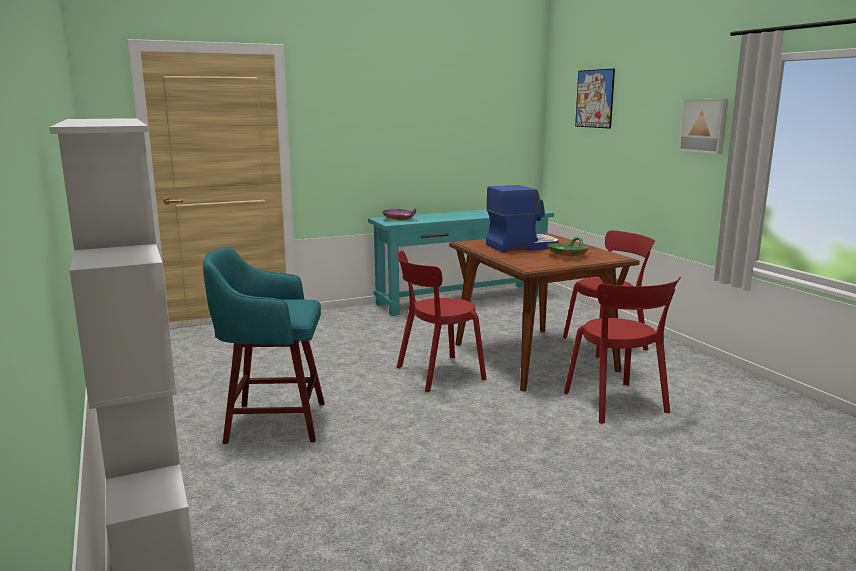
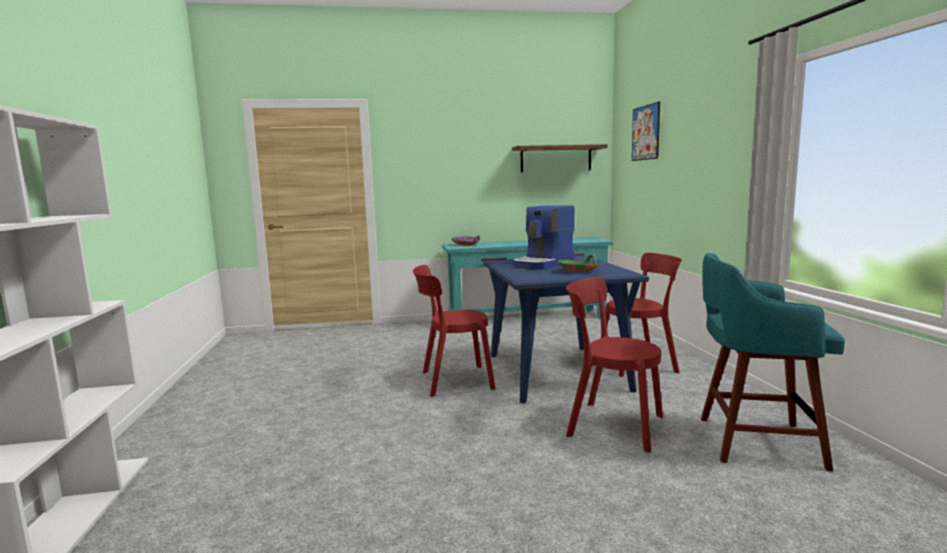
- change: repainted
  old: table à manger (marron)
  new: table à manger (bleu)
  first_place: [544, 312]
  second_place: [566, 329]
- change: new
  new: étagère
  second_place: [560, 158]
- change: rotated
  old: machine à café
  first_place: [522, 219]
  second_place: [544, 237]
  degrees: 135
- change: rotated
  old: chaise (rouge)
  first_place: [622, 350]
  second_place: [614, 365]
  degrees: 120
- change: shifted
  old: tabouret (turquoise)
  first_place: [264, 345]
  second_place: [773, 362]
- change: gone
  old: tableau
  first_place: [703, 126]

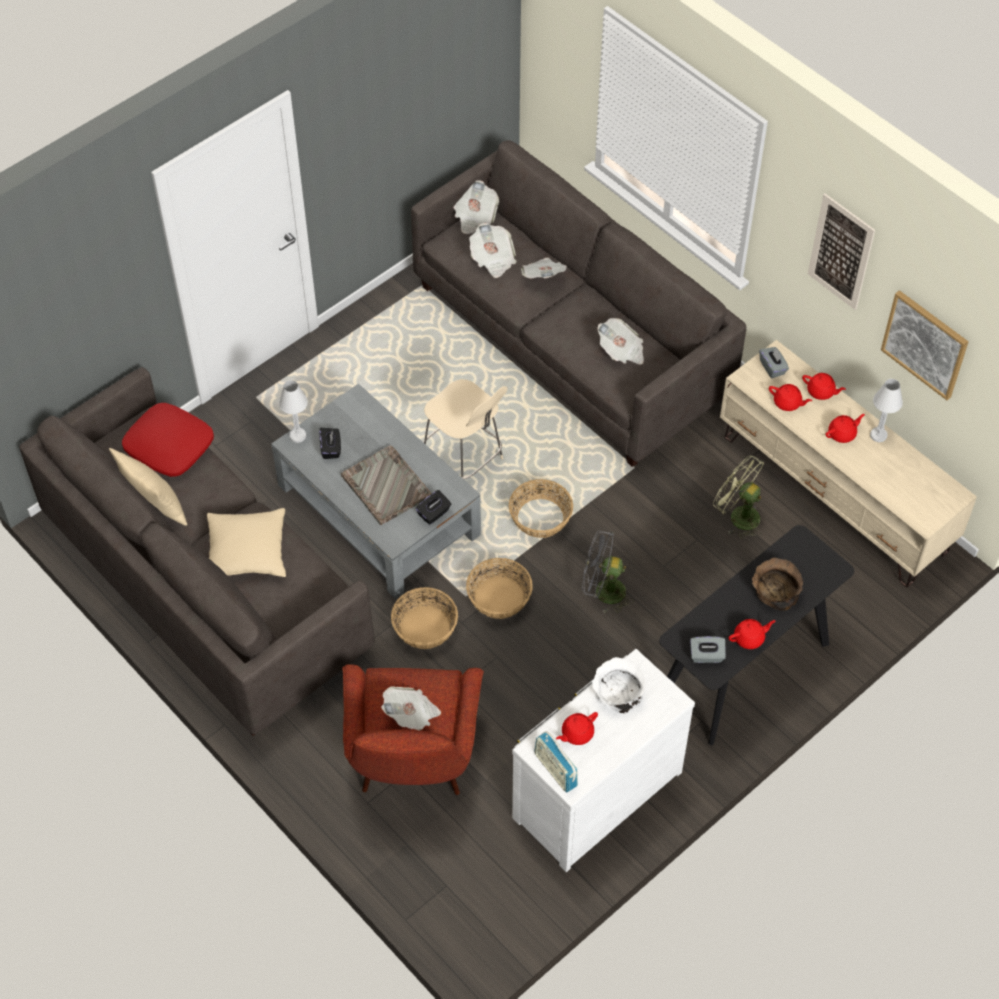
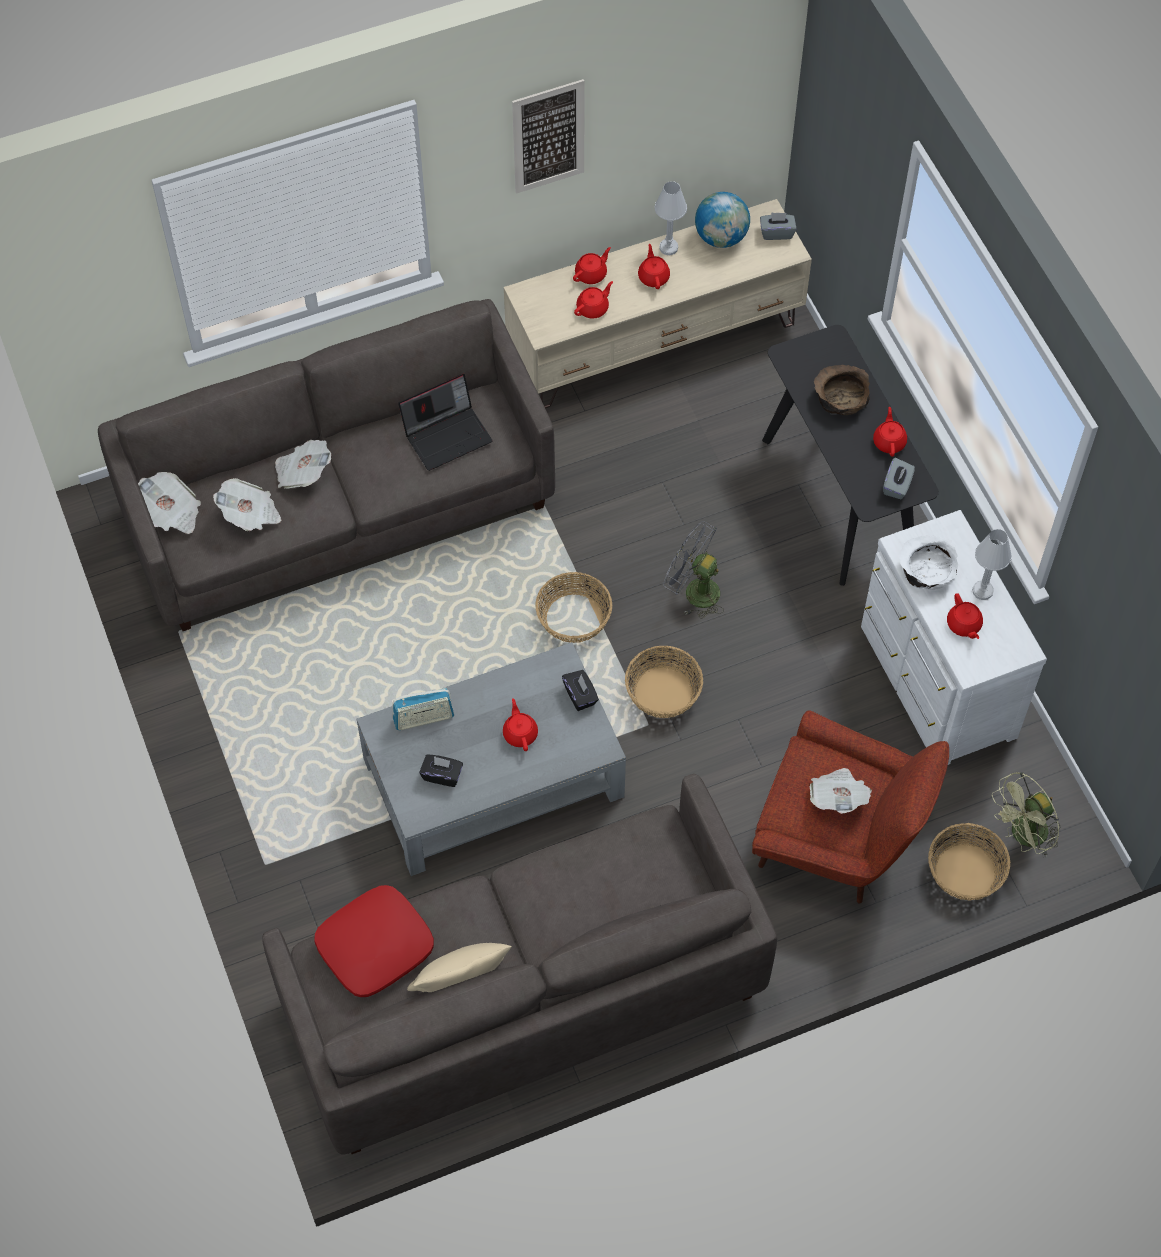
- change: shifted
  old: radio
  first_place: [556, 762]
  second_place: [423, 709]
- change: swapped
  old: journal
  new: ordinateur portable
  first_place: [620, 341]
  second_place: [445, 422]
- change: swapped
  old: plateau (gris)
  new: théière (rouge)
  first_place: [386, 485]
  second_place: [520, 724]
- change: rotated
  old: ventilateur (gris)
  first_place: [608, 571]
  second_place: [693, 570]
  degrees: 90
- change: new
  new: globe
  second_place: [722, 220]
- change: shifted
  old: boîte à mouchoirs (gris)
  first_place: [774, 362]
  second_place: [778, 226]
- change: shifted
  old: panier
  first_place: [424, 618]
  second_place: [969, 862]
- change: shifted
  old: lampe de table (blanc)
  first_place: [293, 411]
  second_place: [992, 564]
- change: shifted
  old: ventilateur (vert)
  first_place: [738, 497]
  second_place: [1026, 814]
- change: gone
  old: coussin (beige)
  first_place: [246, 542]
- change: gone
  old: tabouret (beige)
  first_place: [465, 429]
- change: gone
  old: tableau
  first_place: [924, 345]

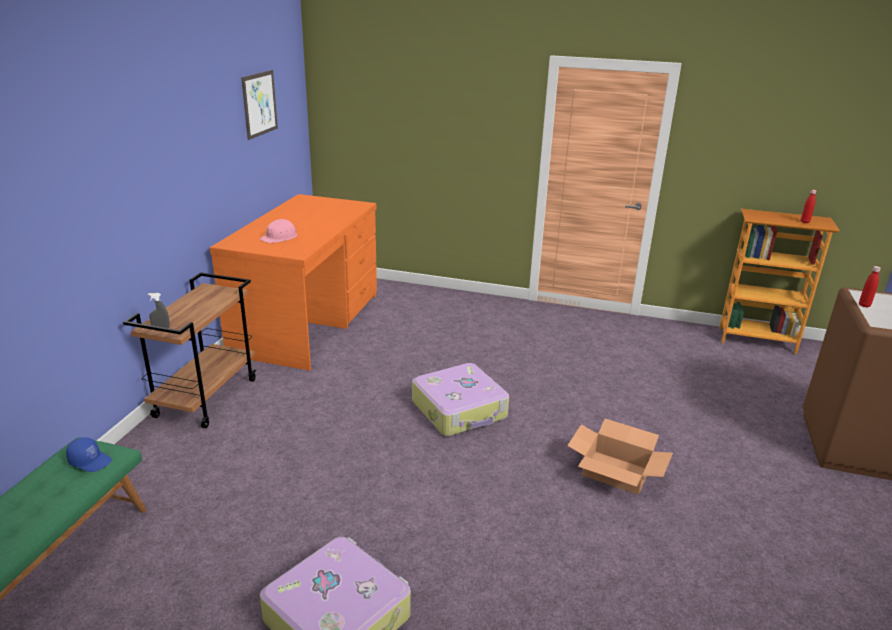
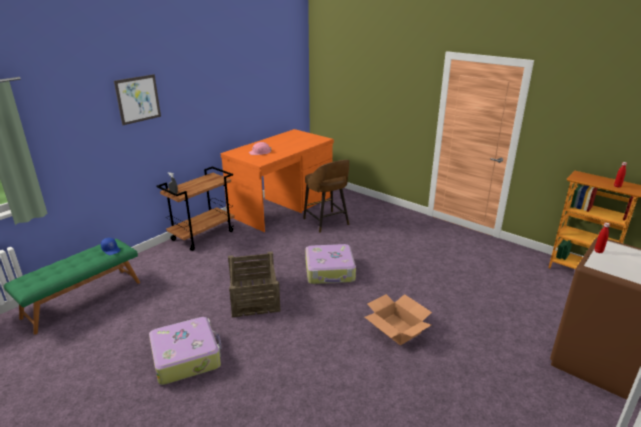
- change: shifted
  old: tableau
  first_place: [259, 105]
  second_place: [137, 99]
- change: new
  new: caisse
  second_place: [254, 284]
- change: new
  new: tabouret (marron)
  second_place: [326, 196]

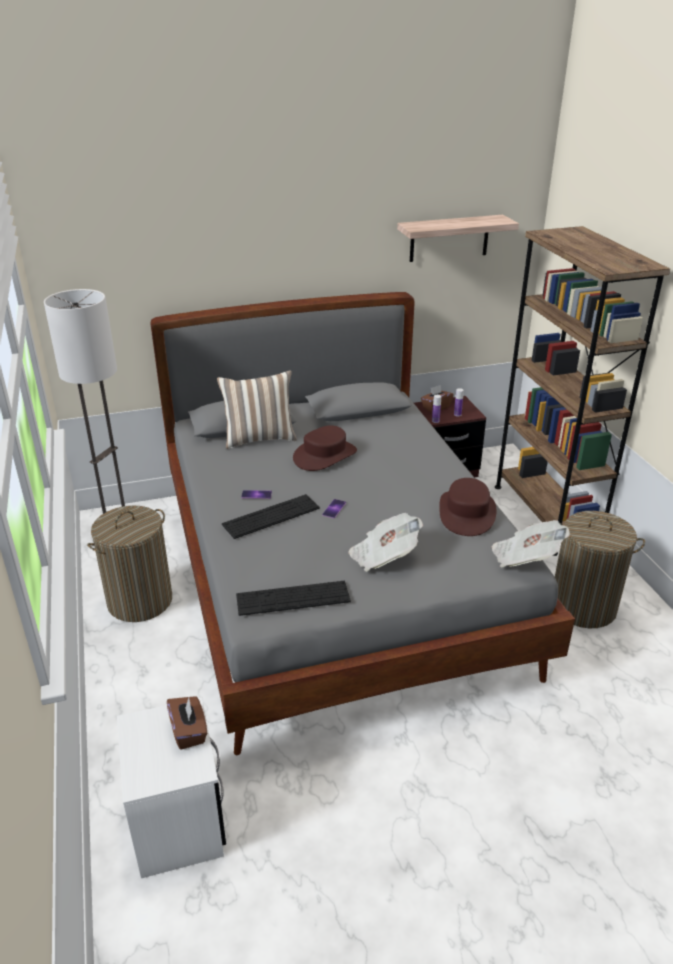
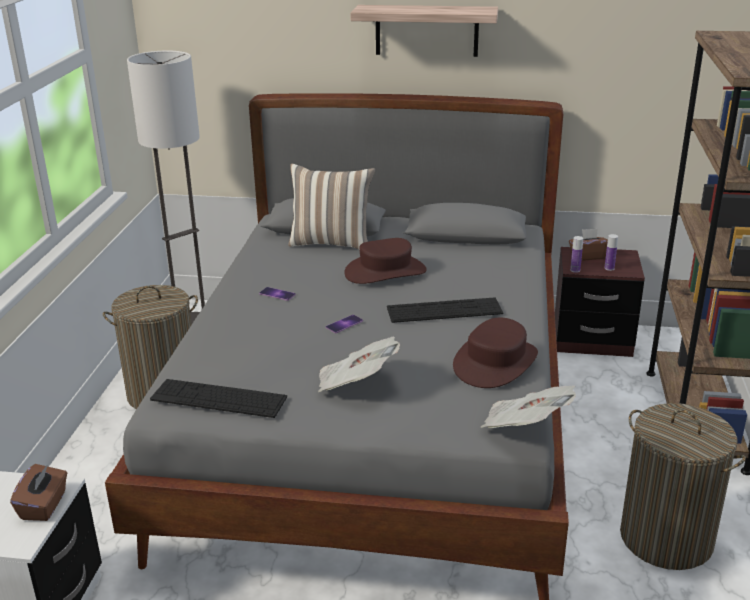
- change: shifted
  old: étagère
  first_place: [458, 238]
  second_place: [424, 31]
- change: shifted
  old: clavier
  first_place: [271, 516]
  second_place: [445, 310]

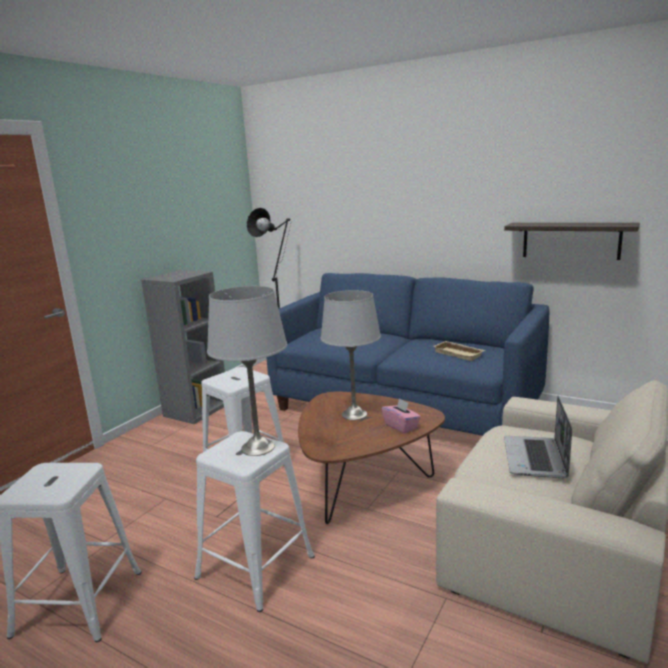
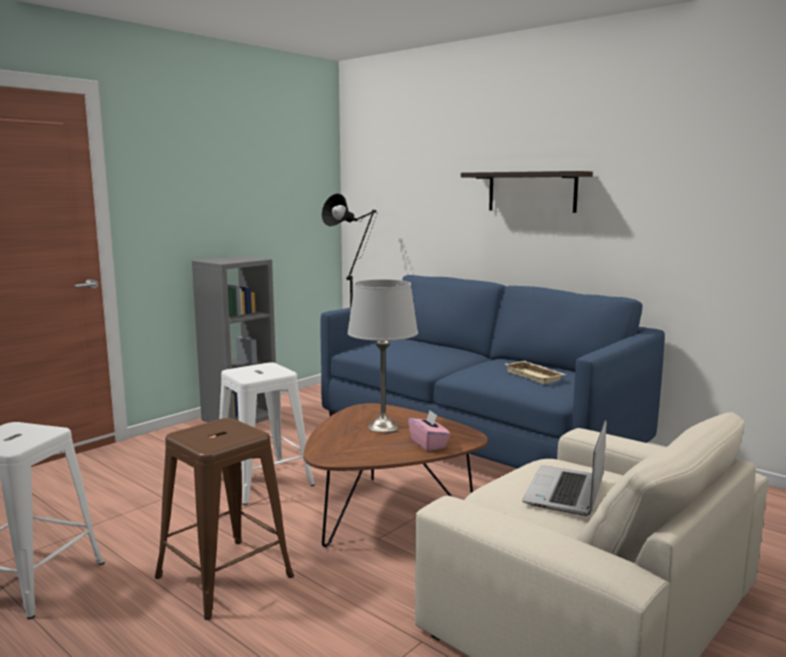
- change: repainted
  old: tabouret (blanc)
  new: tabouret (marron)
  first_place: [254, 521]
  second_place: [224, 519]
- change: shifted
  old: étagère
  first_place: [572, 241]
  second_place: [527, 192]
- change: gone
  old: lampe de table (gris)
  first_place: [247, 371]

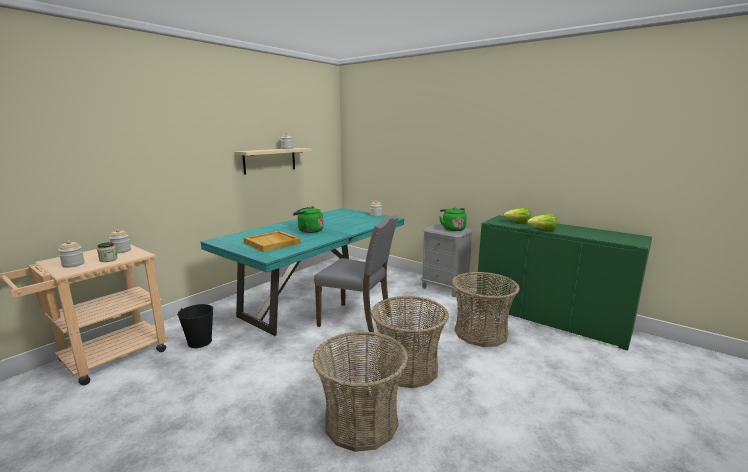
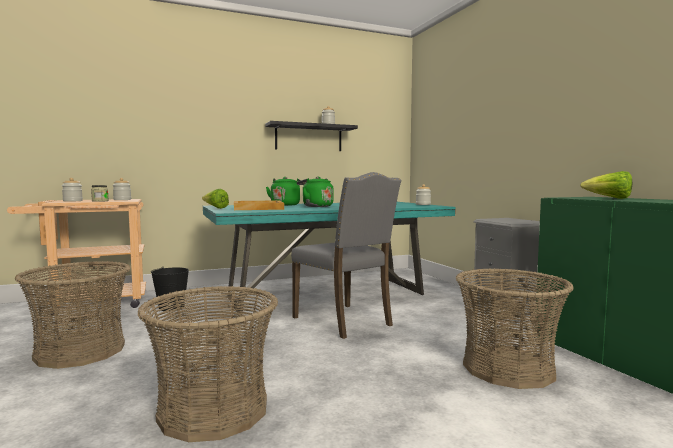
- change: shifted
  old: panier
  first_place: [410, 342]
  second_place: [72, 315]
- change: shifted
  old: laitue
  first_place: [542, 222]
  second_place: [215, 199]
- change: repainted
  old: étagère (beige)
  new: étagère (noir)
  first_place: [273, 161]
  second_place: [311, 136]
- change: shifted
  old: bouilloire (vert)
  first_place: [453, 219]
  second_place: [283, 191]

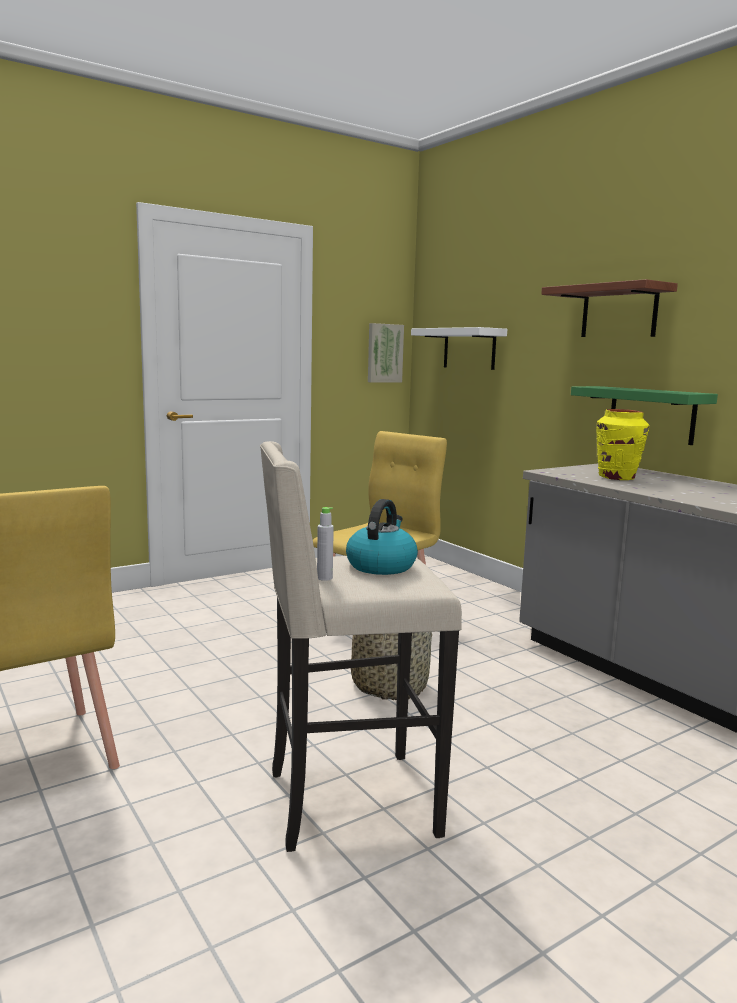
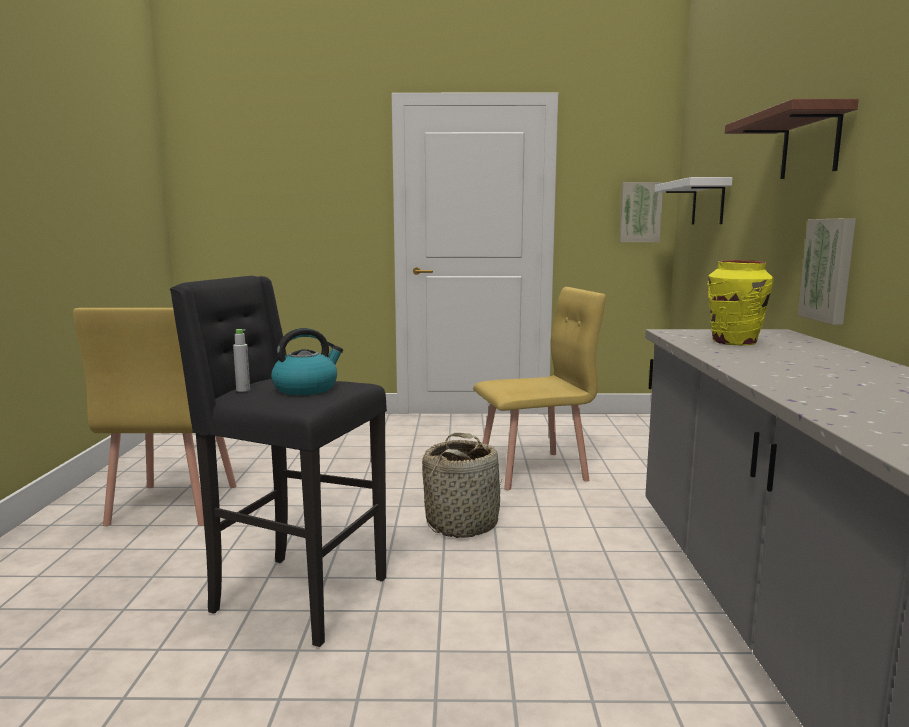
- change: repainted
  old: tabouret (beige)
  new: tabouret (noir)
  first_place: [361, 646]
  second_place: [278, 461]
- change: swapped
  old: étagère (vert)
  new: tableau
  first_place: [644, 415]
  second_place: [827, 271]

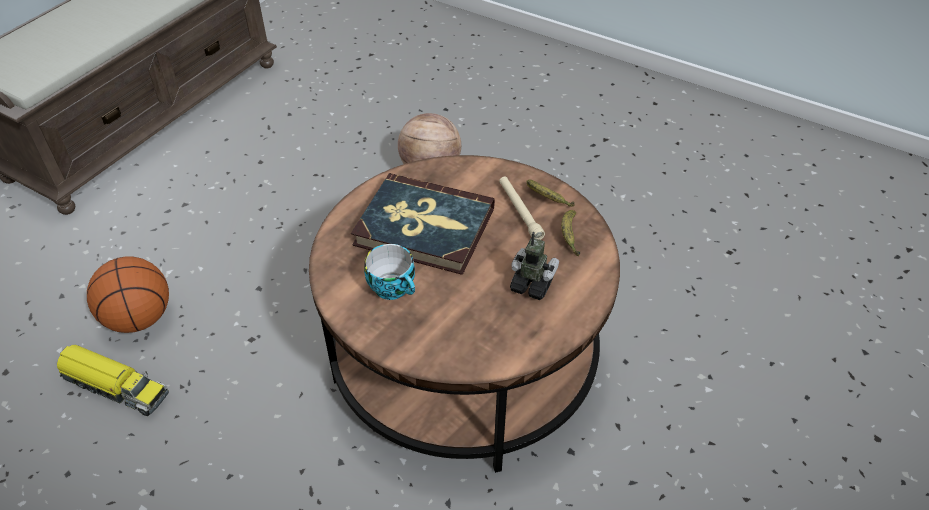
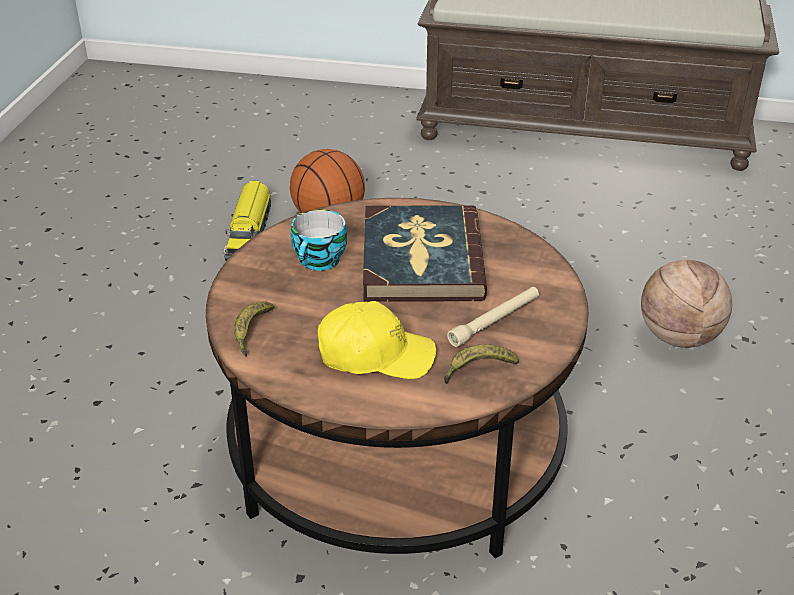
- change: shifted
  old: banane
  first_place: [550, 193]
  second_place: [254, 329]
- change: swapped
  old: robot jouet
  new: casquette (jaune)
  first_place: [534, 266]
  second_place: [377, 340]

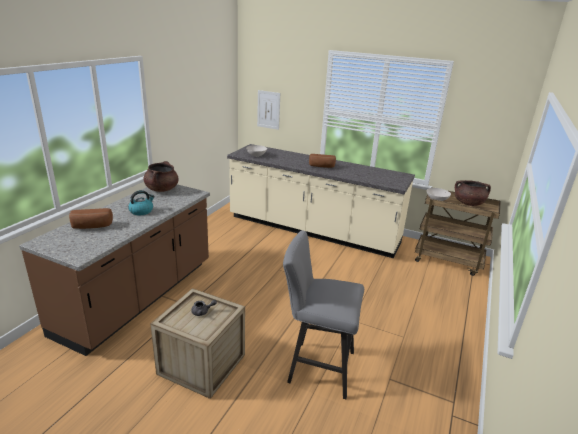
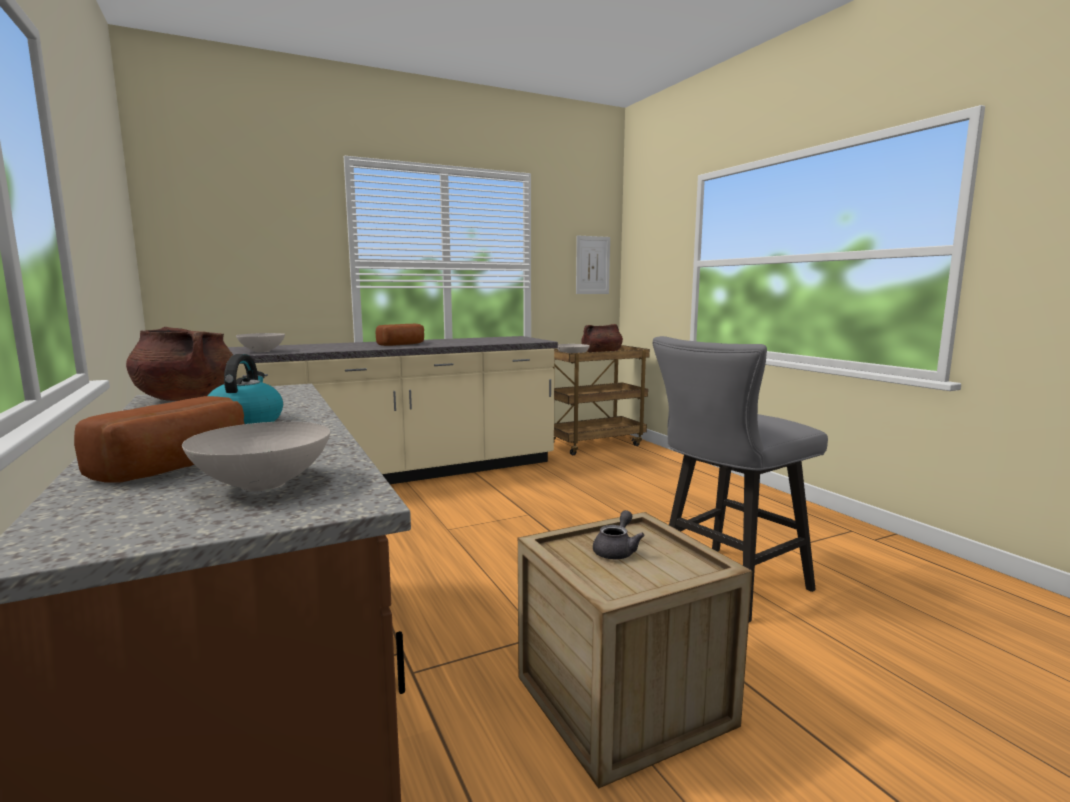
- change: new
  new: bol (blanc)
  second_place: [256, 456]
- change: shifted
  old: tableau
  first_place: [268, 110]
  second_place: [593, 264]

